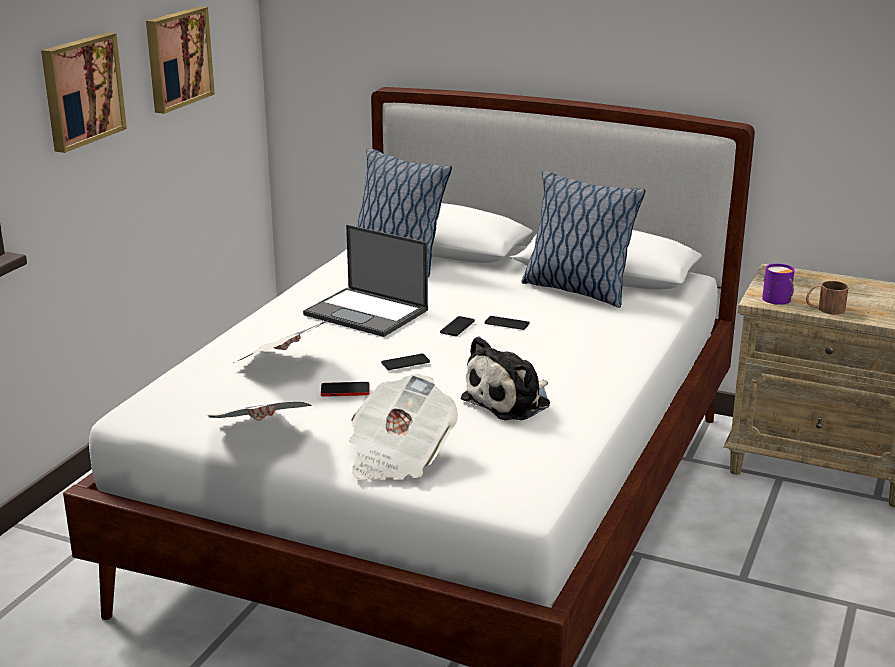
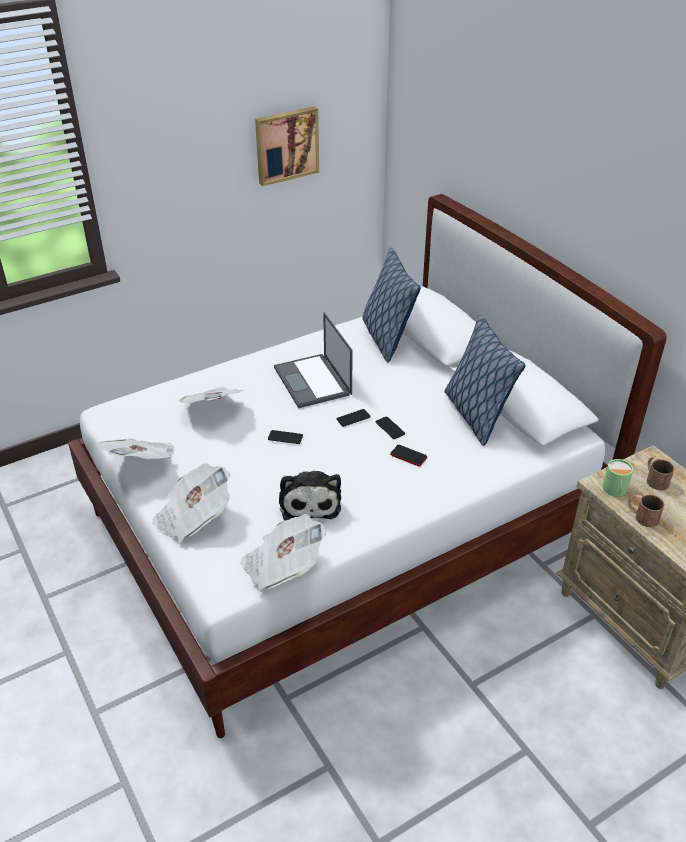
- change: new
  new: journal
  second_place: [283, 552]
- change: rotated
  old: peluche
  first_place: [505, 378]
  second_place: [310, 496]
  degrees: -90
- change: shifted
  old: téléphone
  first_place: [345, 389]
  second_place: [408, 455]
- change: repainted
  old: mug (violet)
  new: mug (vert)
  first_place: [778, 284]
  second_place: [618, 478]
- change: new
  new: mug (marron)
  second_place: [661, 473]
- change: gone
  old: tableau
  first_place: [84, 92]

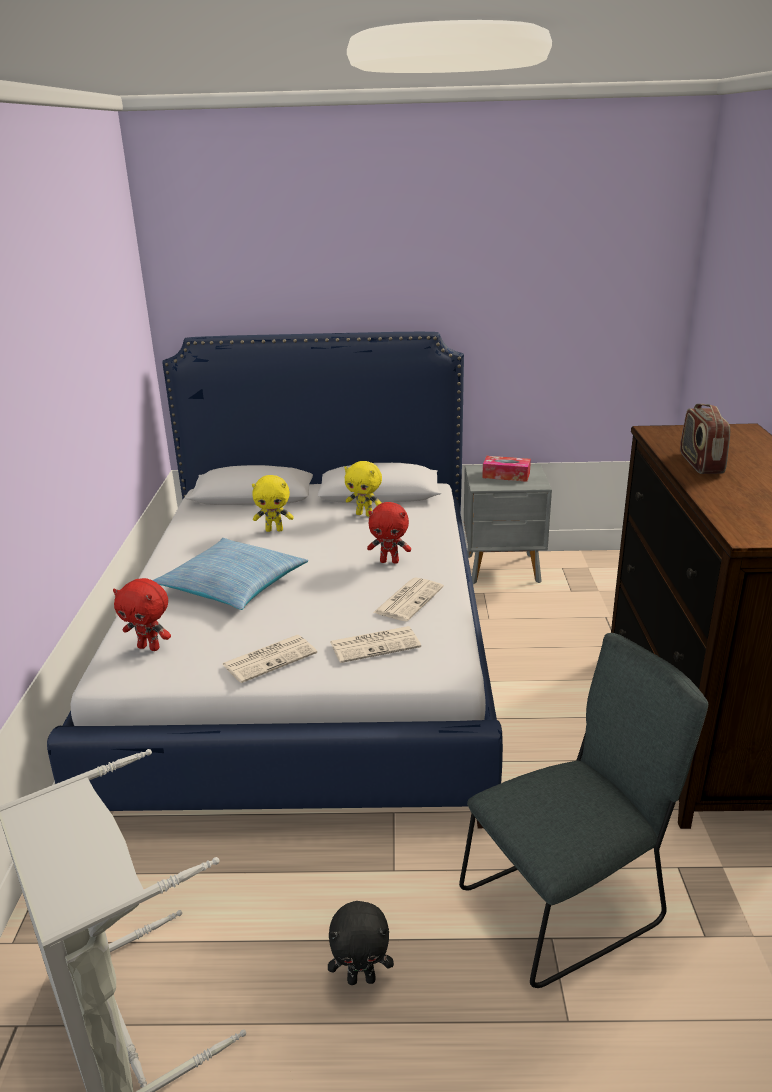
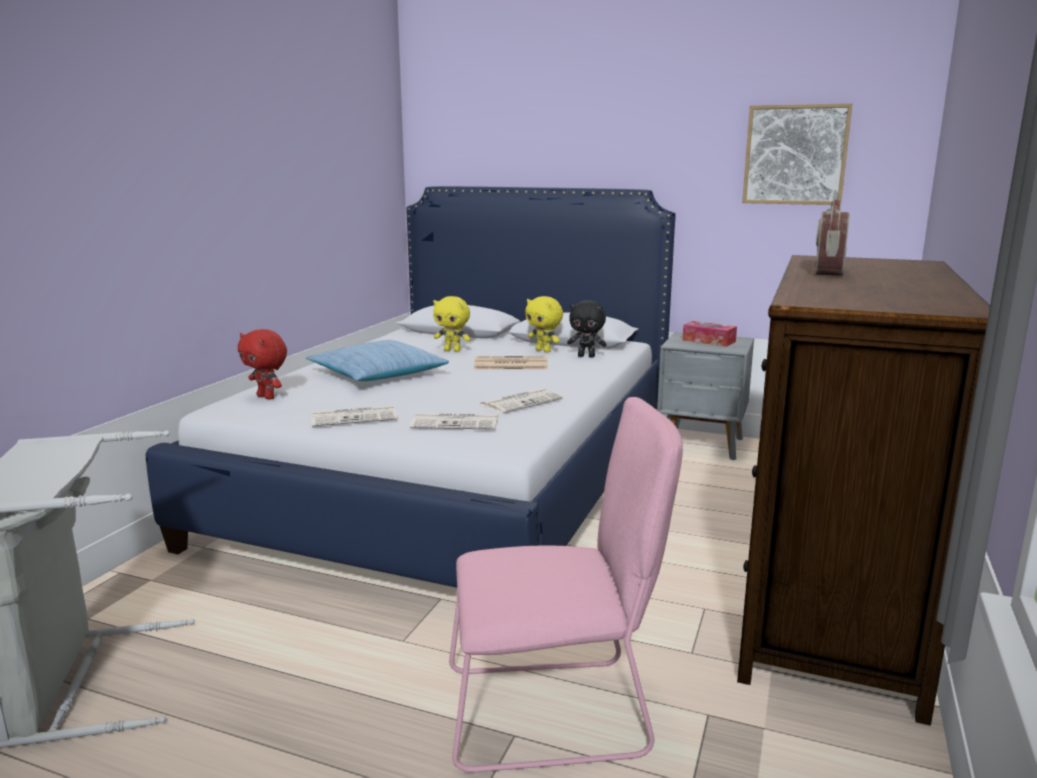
- change: repainted
  old: chaise (gris)
  new: chaise (rose)
  first_place: [583, 810]
  second_place: [566, 585]
- change: new
  new: journal
  second_place: [511, 363]
- change: shifted
  old: peluche (noir)
  first_place: [361, 943]
  second_place: [587, 329]
- change: new
  new: tableau
  second_place: [797, 154]
- change: gone
  old: peluche (rouge)
  first_place: [389, 533]

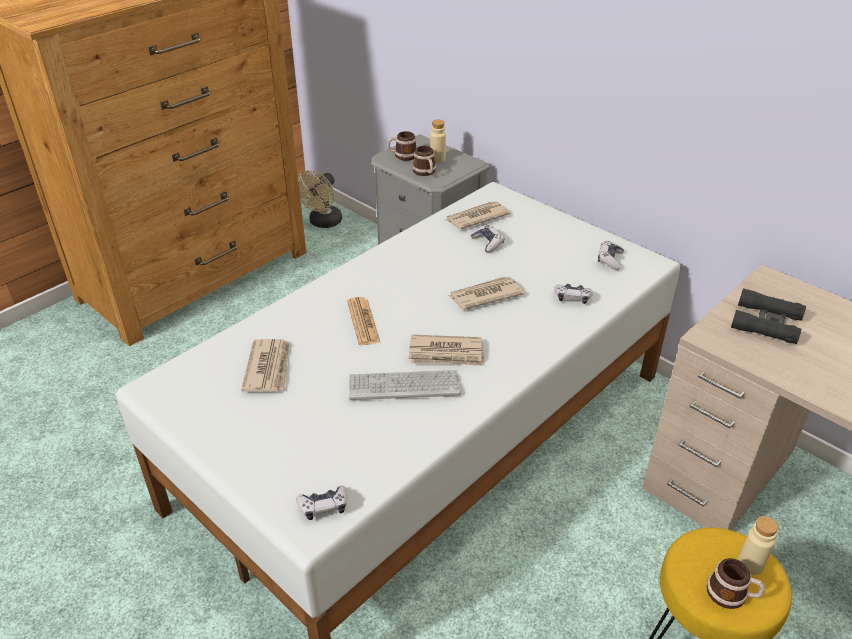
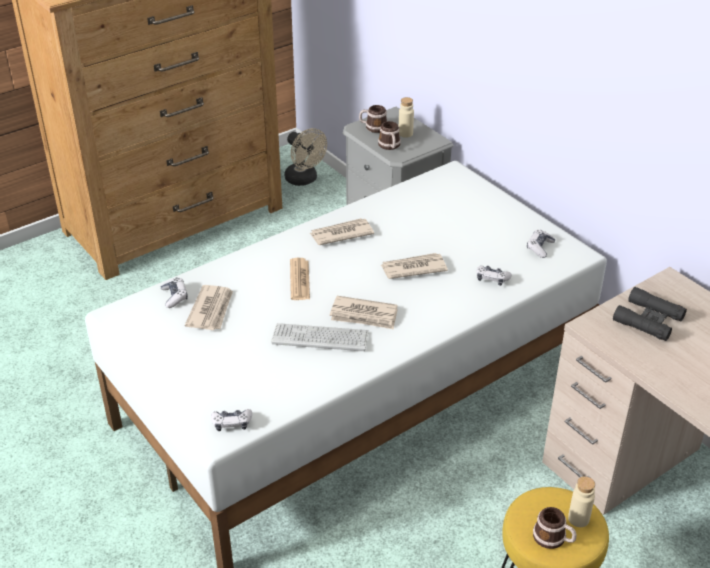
- change: shifted
  old: manette
  first_place: [487, 238]
  second_place: [174, 292]
- change: rotated
  old: ventilateur (beige)
  first_place: [320, 199]
  second_place: [306, 157]
  degrees: -75
- change: shifted
  old: journal
  first_place: [477, 215]
  second_place: [342, 231]

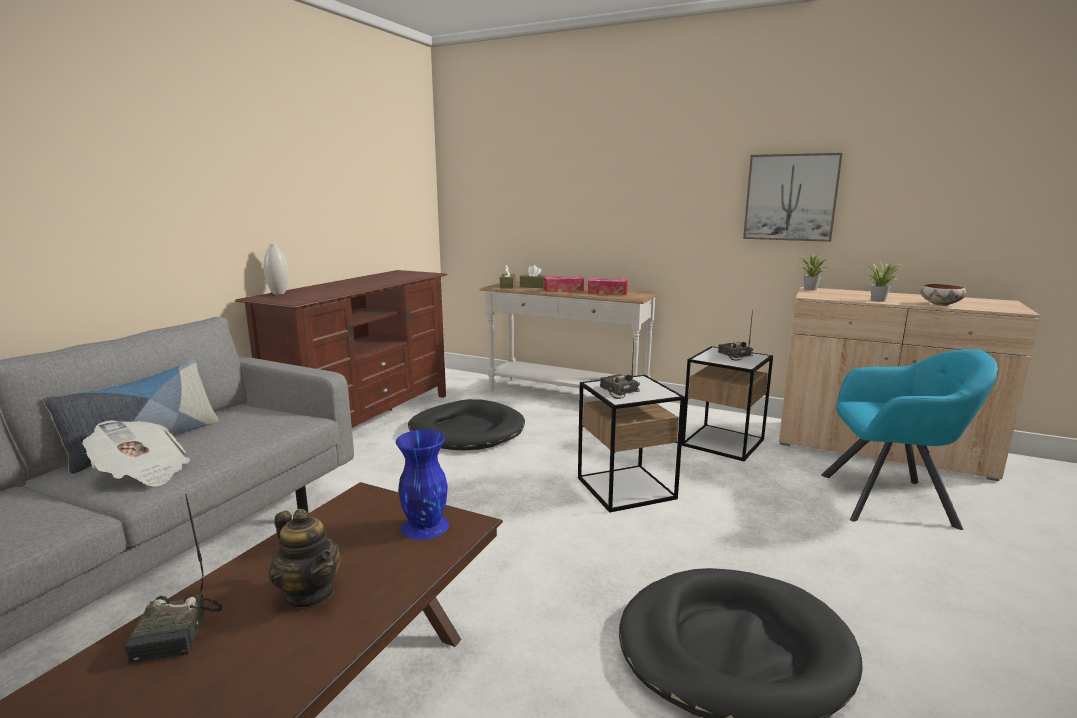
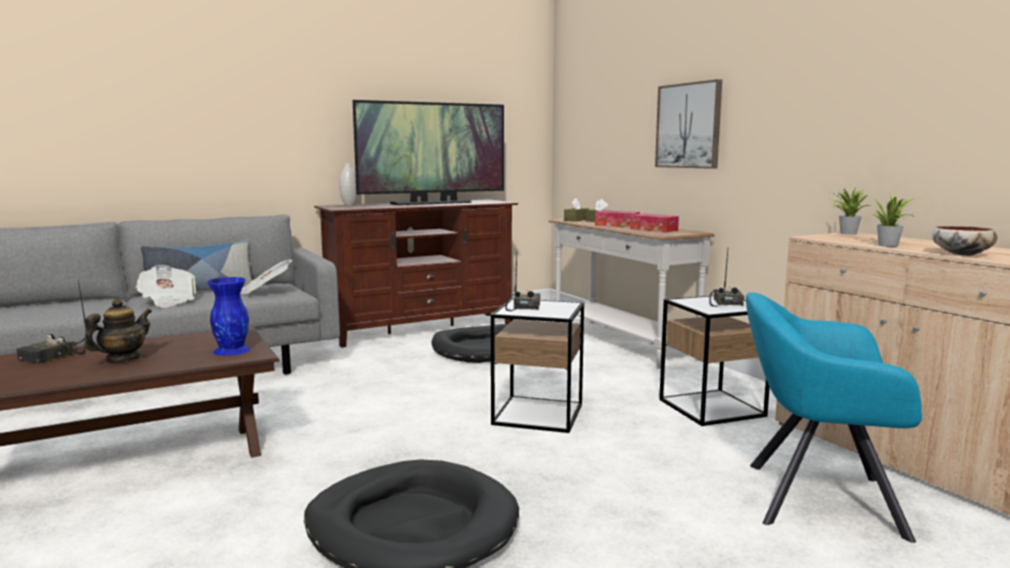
- change: rotated
  old: théière
  first_place: [305, 558]
  second_place: [118, 330]
  degrees: -135
- change: new
  new: journal
  second_place: [266, 277]
- change: new
  new: téléviseur
  second_place: [428, 152]
- change: shifted
  old: tableau
  first_place: [793, 197]
  second_place: [688, 124]
- change: rotated
  old: fauteuil (turquoise)
  first_place: [909, 439]
  second_place: [834, 417]
  degrees: 150

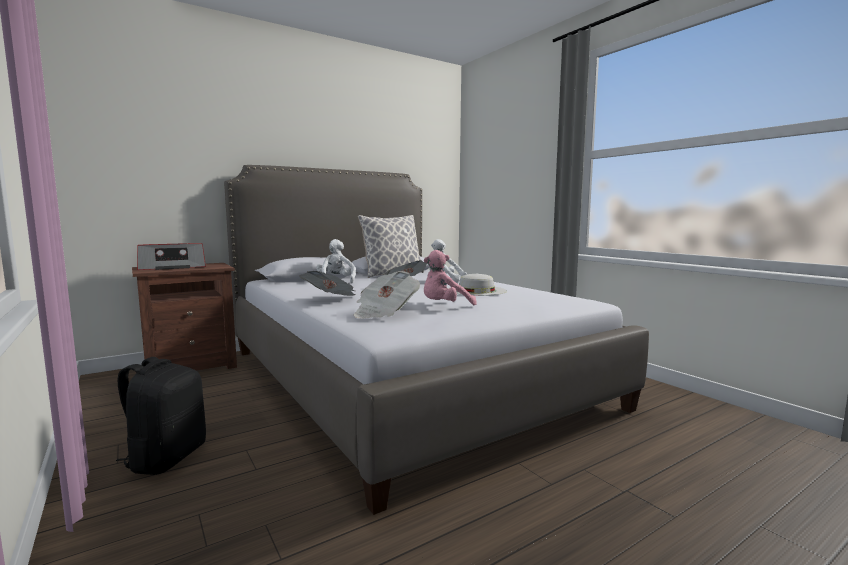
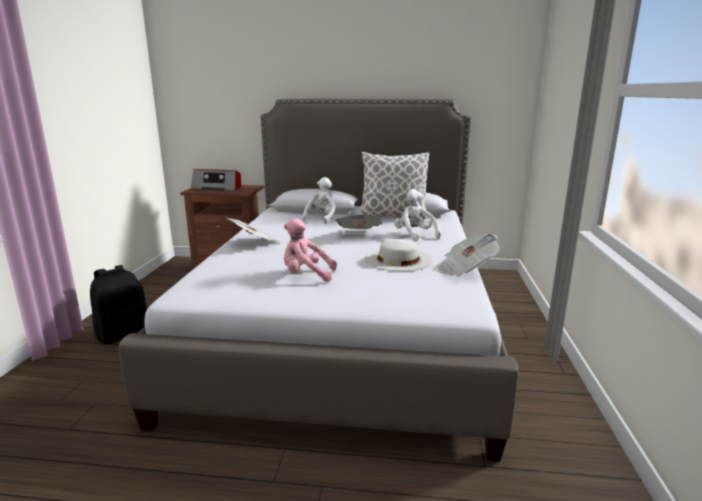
- change: shifted
  old: journal
  first_place: [386, 295]
  second_place: [467, 255]

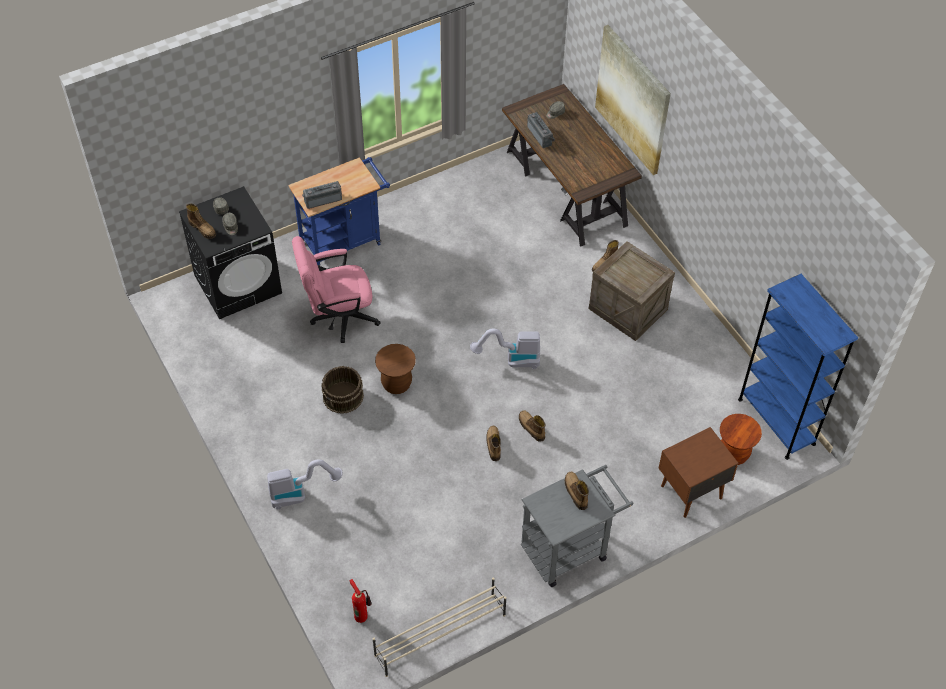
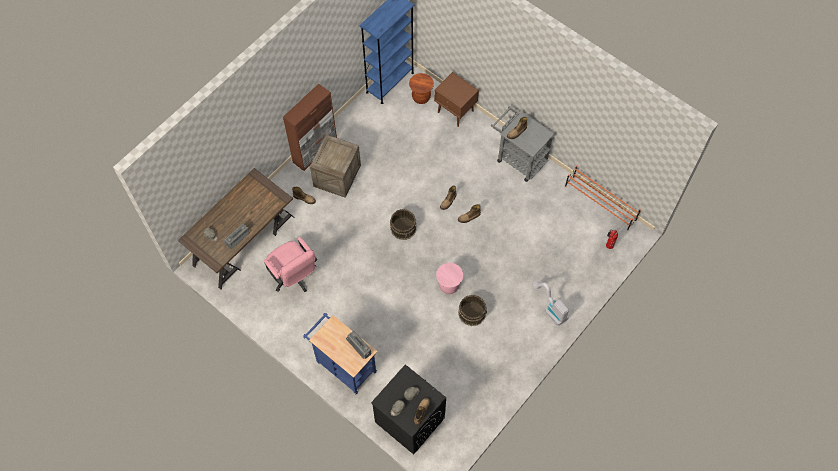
- change: shifted
  old: chaise de bureau (rose)
  first_place: [336, 289]
  second_place: [290, 264]
- change: new
  new: meuble de rangement (marron)
  second_place: [310, 127]
- change: swapped
  old: aspirateur
  new: seau (marron)
  first_place: [505, 349]
  second_place: [403, 224]
- change: repainted
  old: tabouret (marron)
  new: tabouret (rose)
  first_place: [395, 369]
  second_place: [449, 278]
- change: repainted
  old: étagère à chaussures (beige)
  new: étagère à chaussures (orange)
  first_place: [440, 627]
  second_place: [603, 198]
- change: gone
  old: tableau
  first_place: [633, 100]

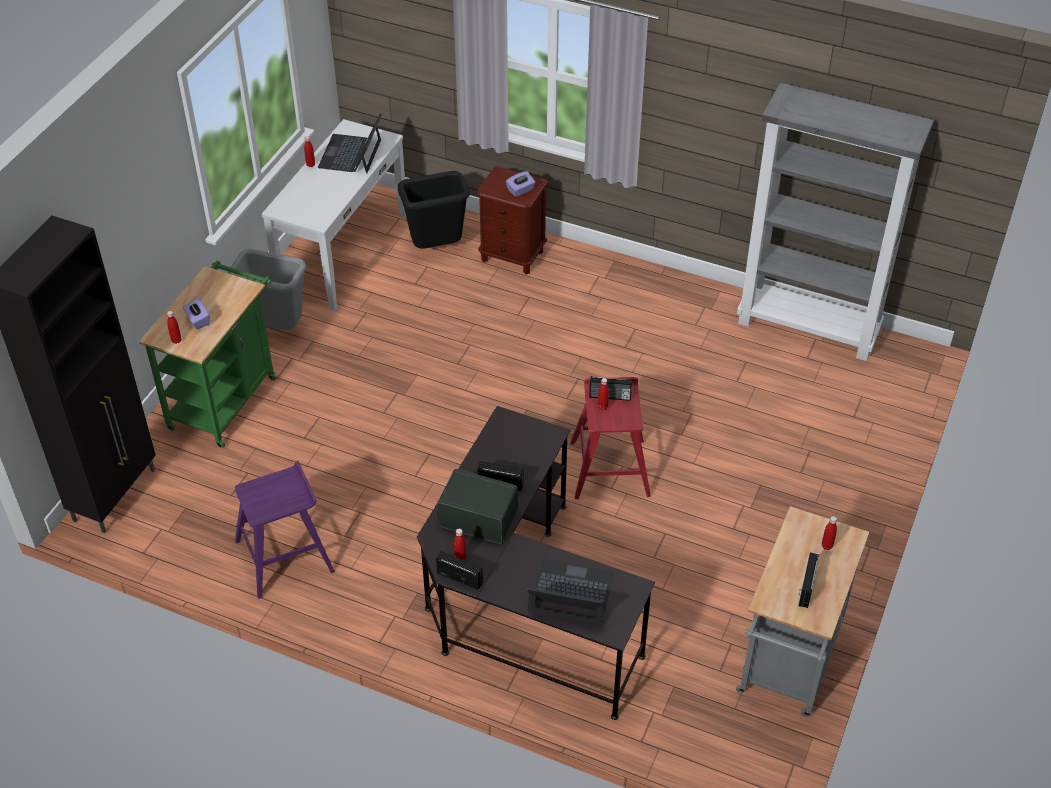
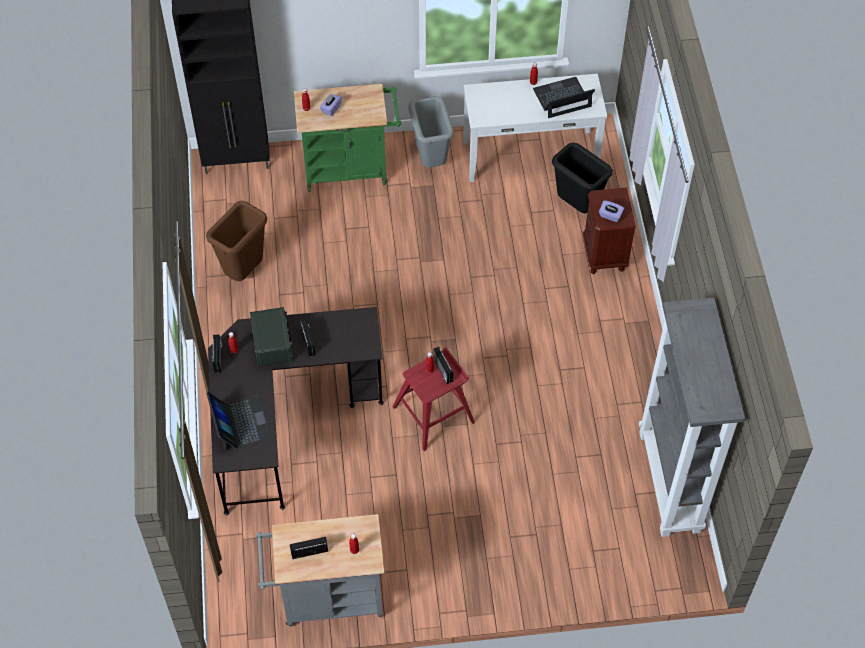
- change: swapped
  old: tabouret (violet)
  new: poubelle (marron)
  first_place: [285, 530]
  second_place: [236, 241]

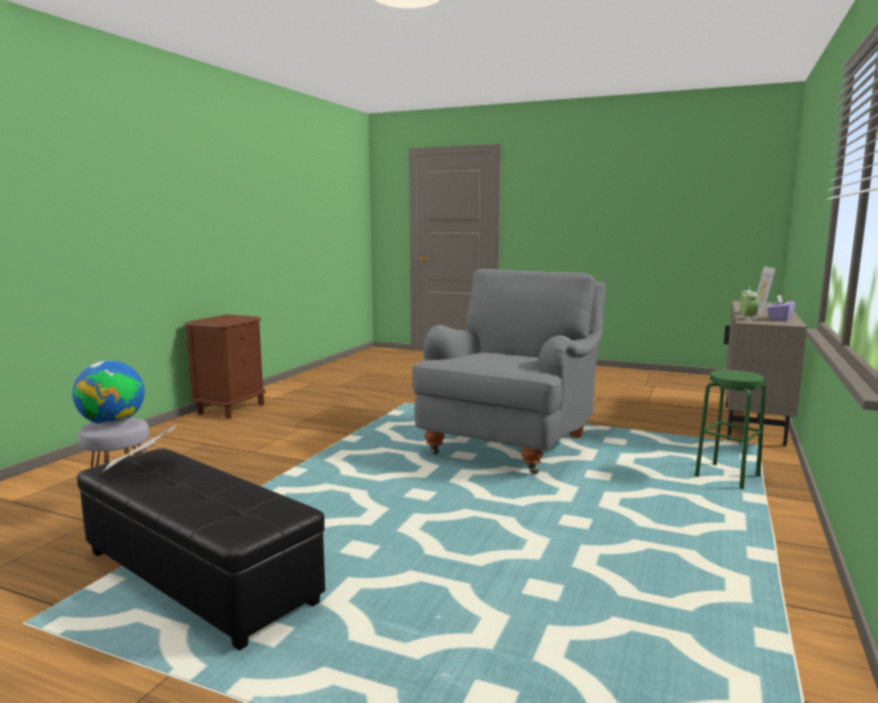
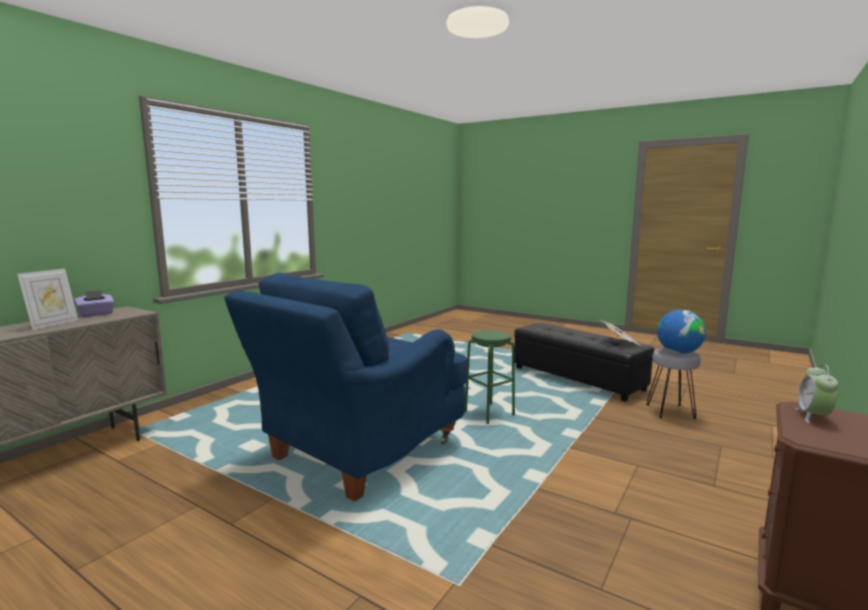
- change: repainted
  old: fauteuil (gris)
  new: fauteuil (bleu)
  first_place: [509, 372]
  second_place: [346, 387]
- change: shifted
  old: tabouret (vert)
  first_place: [730, 429]
  second_place: [490, 377]
- change: shifted
  old: réveil
  first_place: [749, 303]
  second_place: [816, 393]

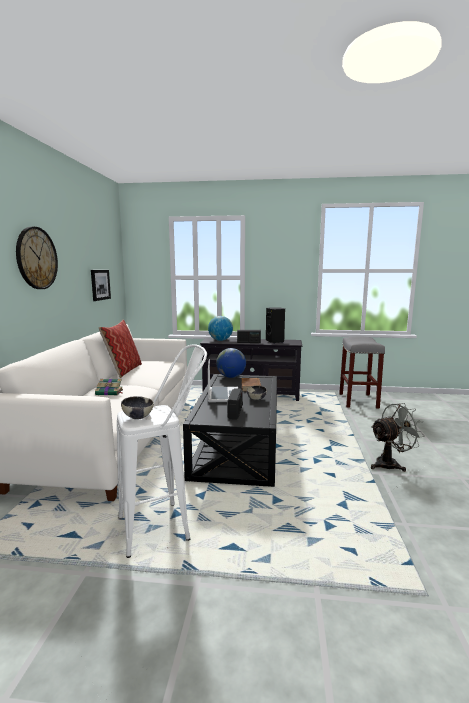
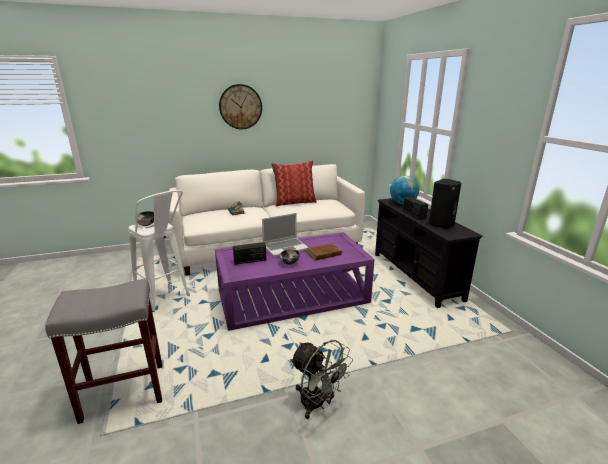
- change: shifted
  old: tabouret (gris)
  first_place: [362, 372]
  second_place: [103, 351]
- change: repainted
  old: table basse (noir)
  new: table basse (violet)
  first_place: [230, 430]
  second_place: [295, 281]
- change: gone
  old: tableau
  first_place: [101, 285]
- change: gone
  old: globe
  first_place: [231, 363]

